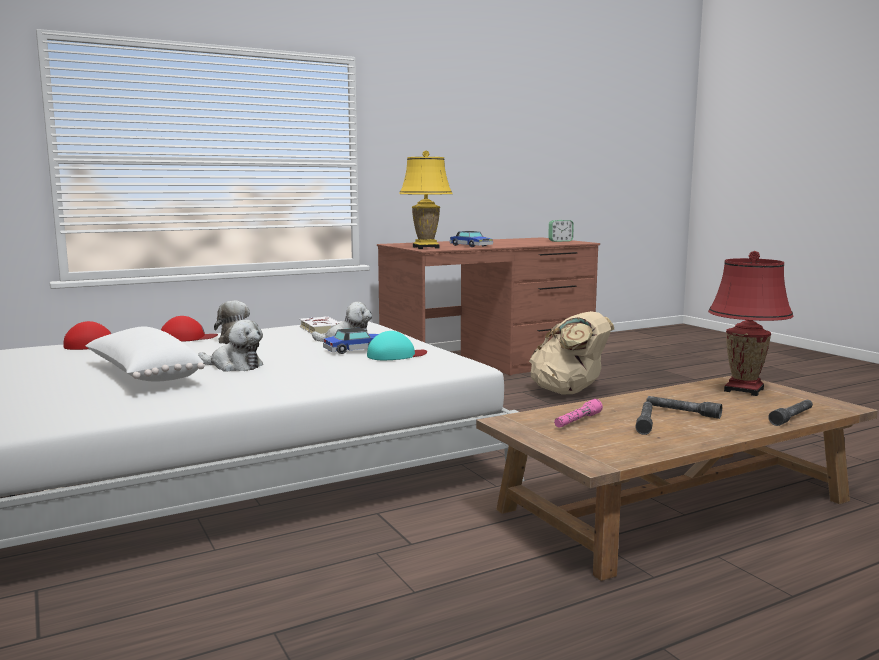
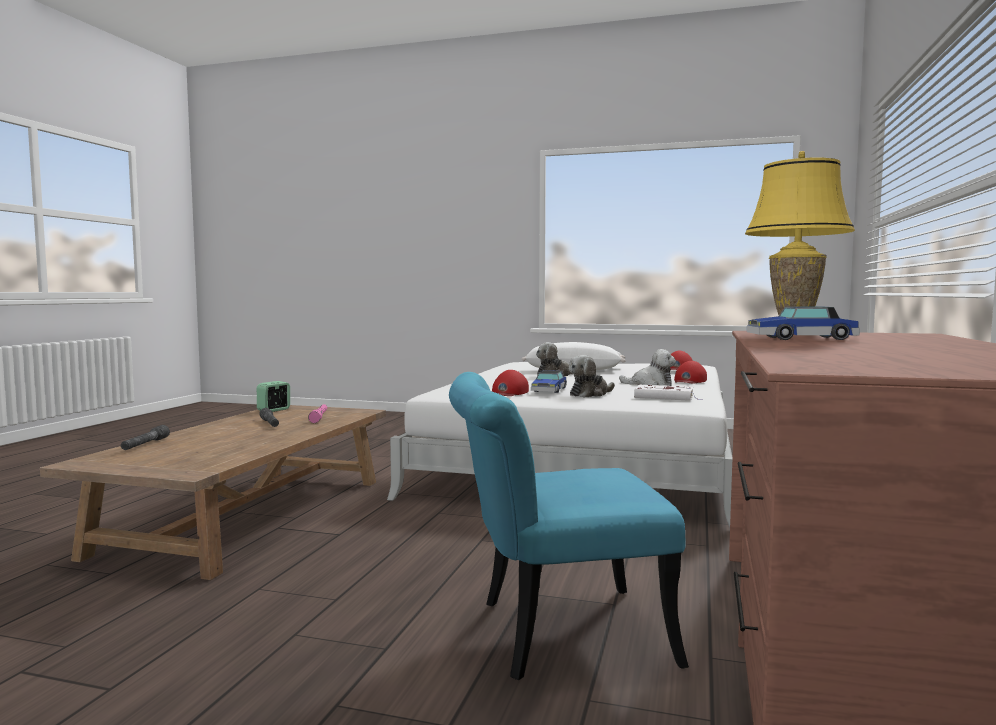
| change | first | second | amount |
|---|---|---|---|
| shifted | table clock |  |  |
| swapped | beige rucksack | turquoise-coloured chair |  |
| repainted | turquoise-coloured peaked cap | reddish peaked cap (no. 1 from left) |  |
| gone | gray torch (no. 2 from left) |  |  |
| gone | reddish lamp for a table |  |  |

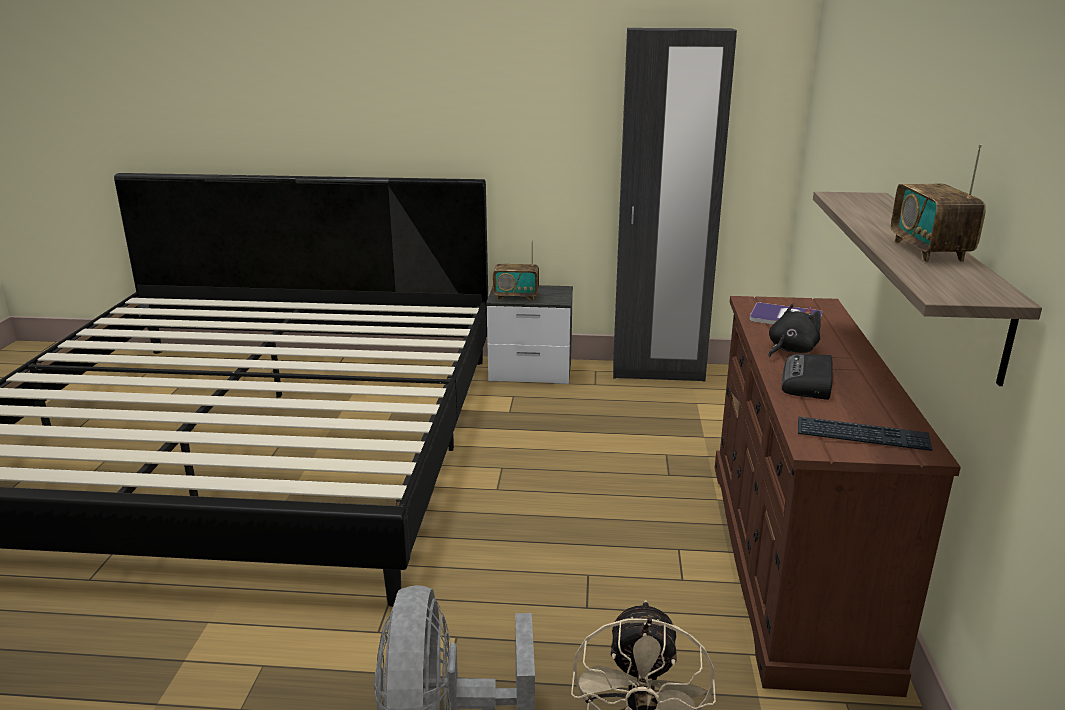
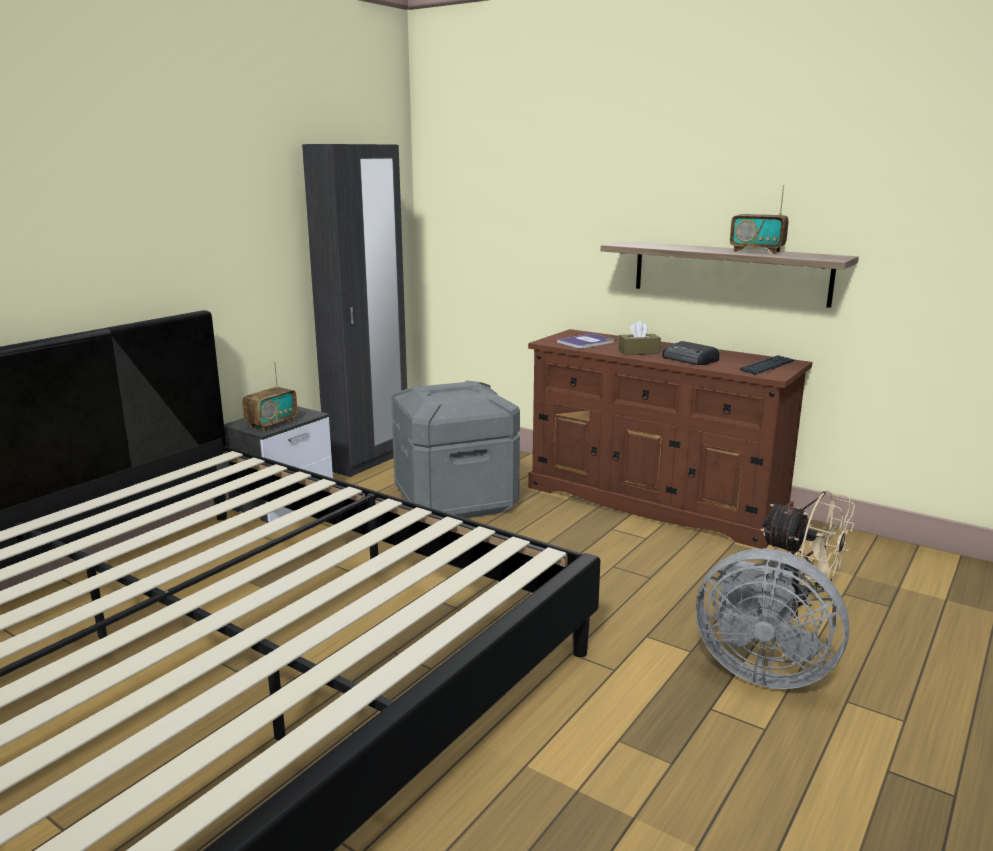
| change | first | second | amount |
|---|---|---|---|
| new |  | gray storage bin |  |
| swapped | blackish plush toy | brown-coloured box of tissues |  |

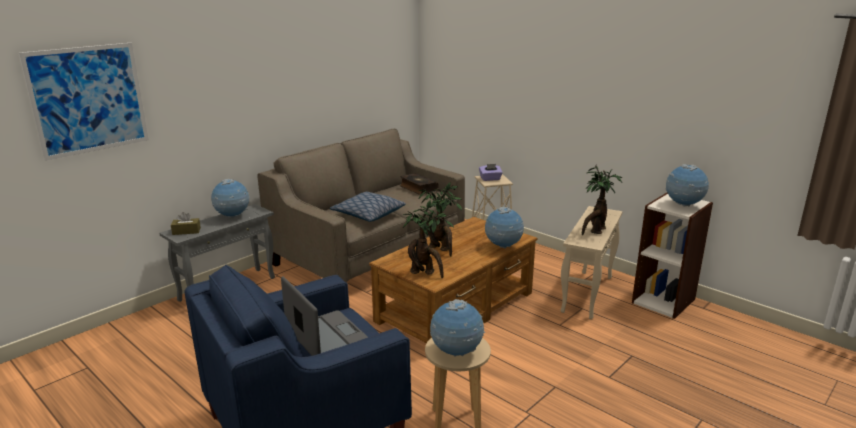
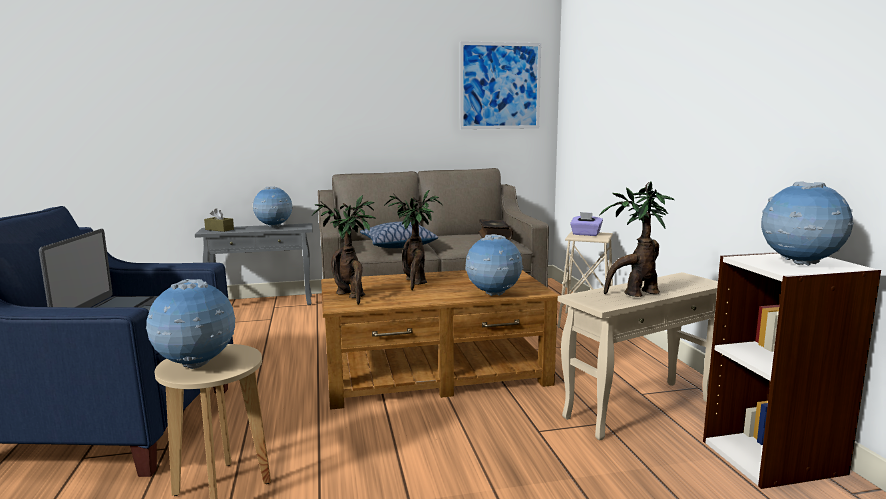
| change | first | second | amount |
|---|---|---|---|
| shifted | wall picture |  |  |

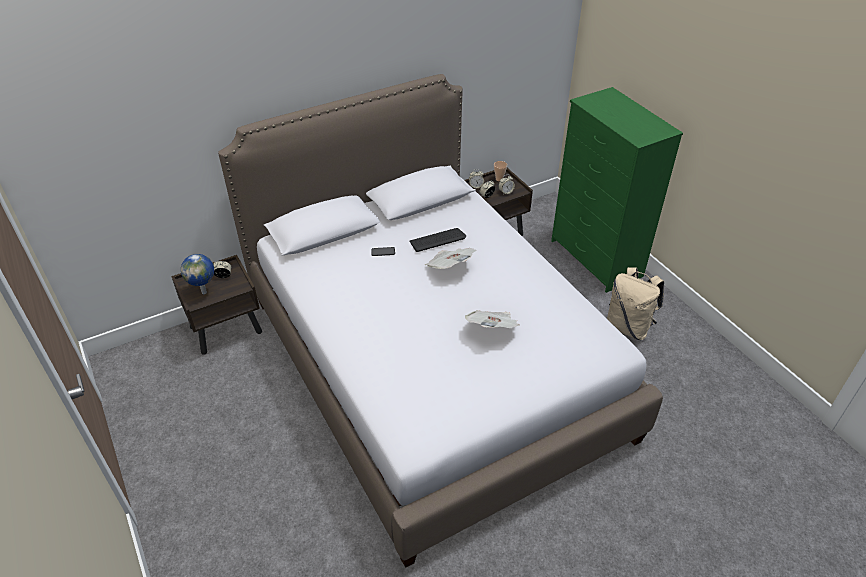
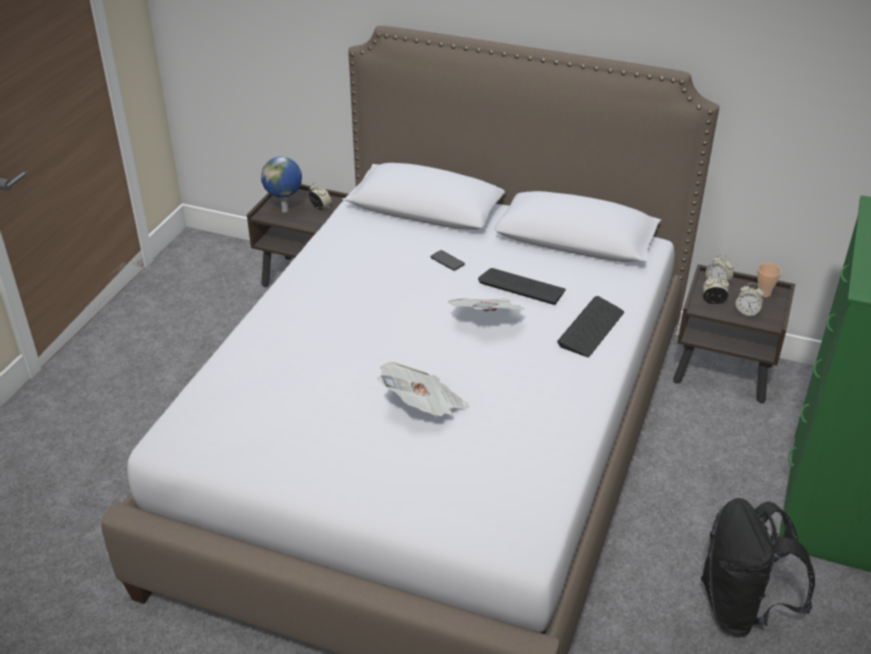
| change | first | second | amount |
|---|---|---|---|
| new |  | PC keyboard (no. 2 from left) |  |
| repainted | beige rucksack | blackish rucksack |  |

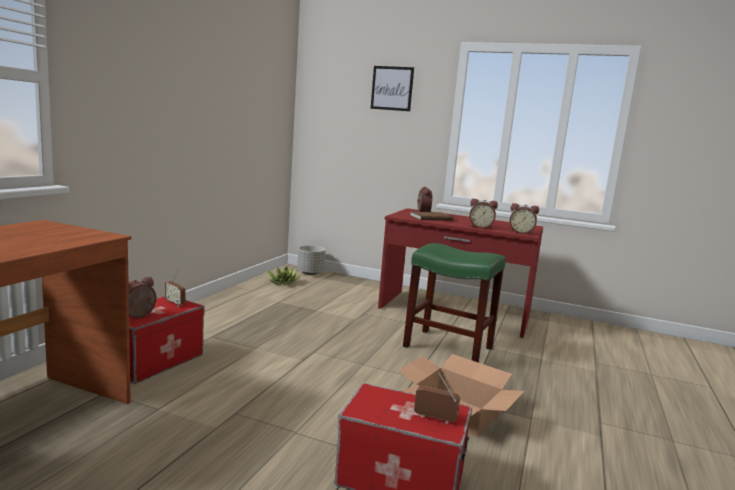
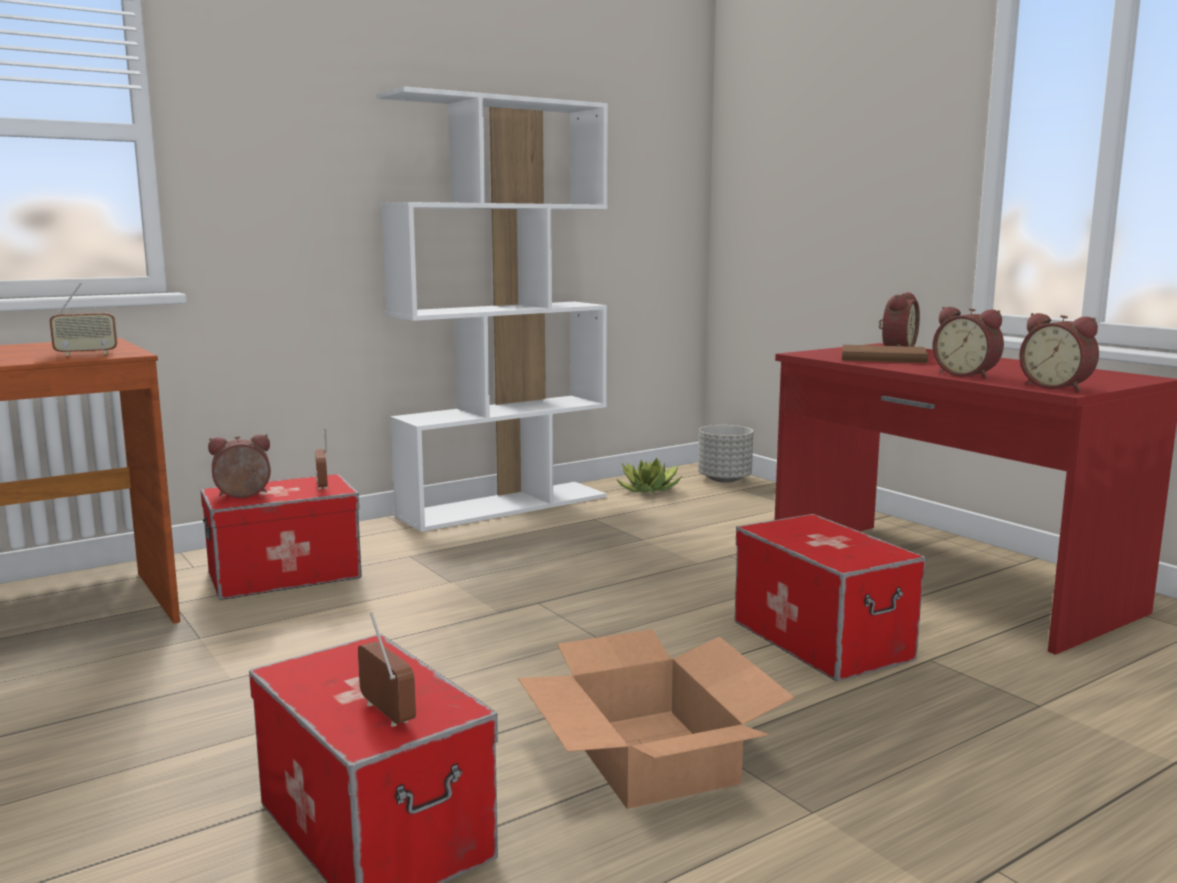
| change | first | second | amount |
|---|---|---|---|
| new |  | radio (no. 1 from left) |  |
| new |  | whitish shelving unit |  |
| swapped | green sitting stool | storage bin (no. 3 from left) |  |
| gone | wall picture |  |  |

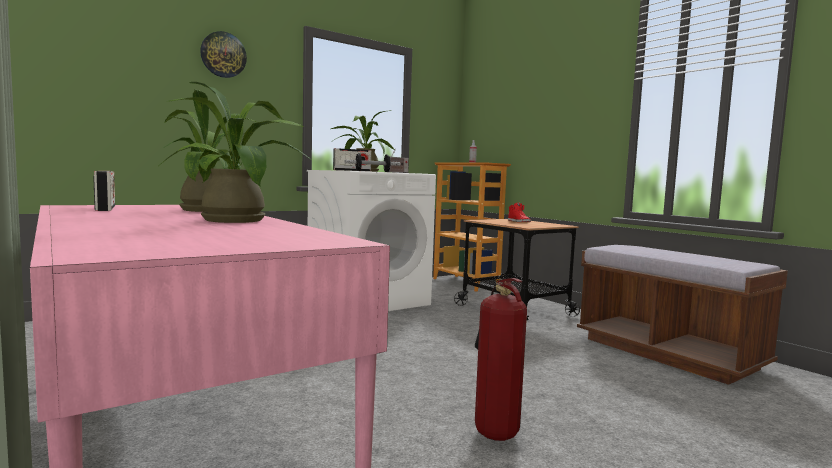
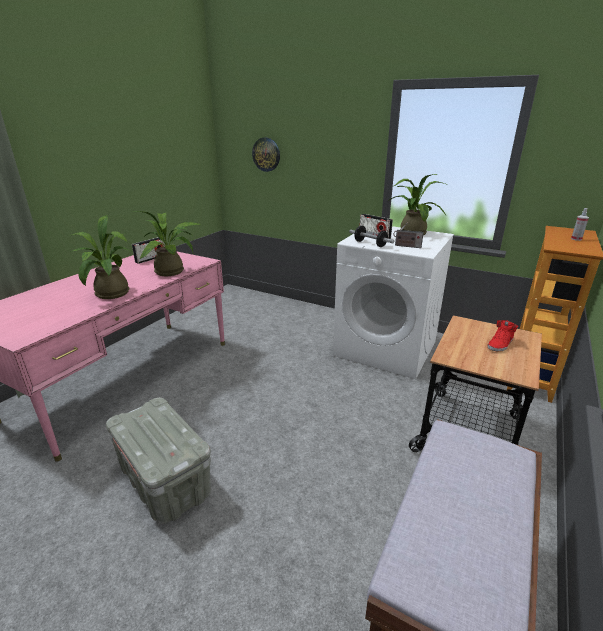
| change | first | second | amount |
|---|---|---|---|
| swapped | fire-fighting cylinder | gray storage bin |  |
| shifted | clock on the wall |  |  |

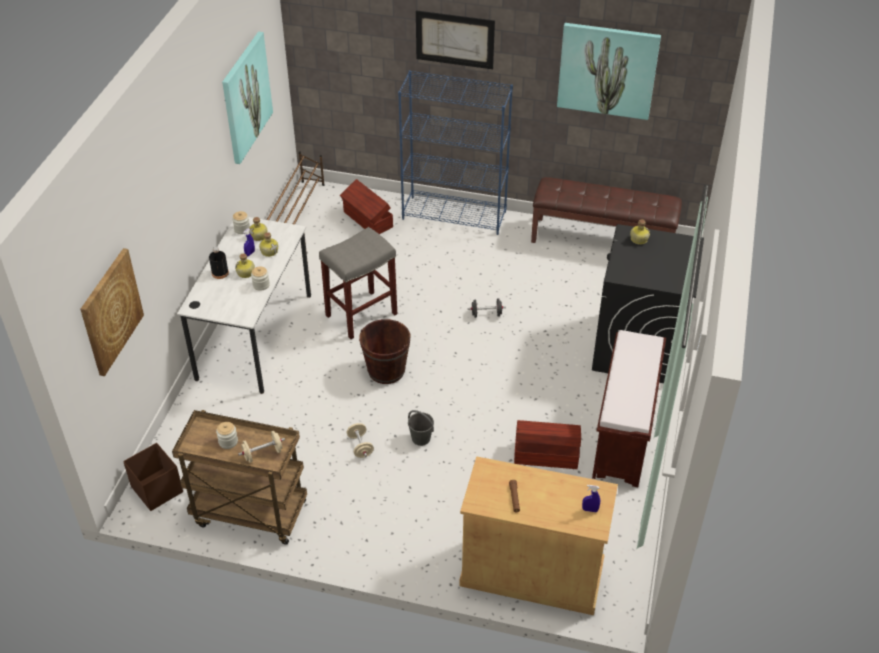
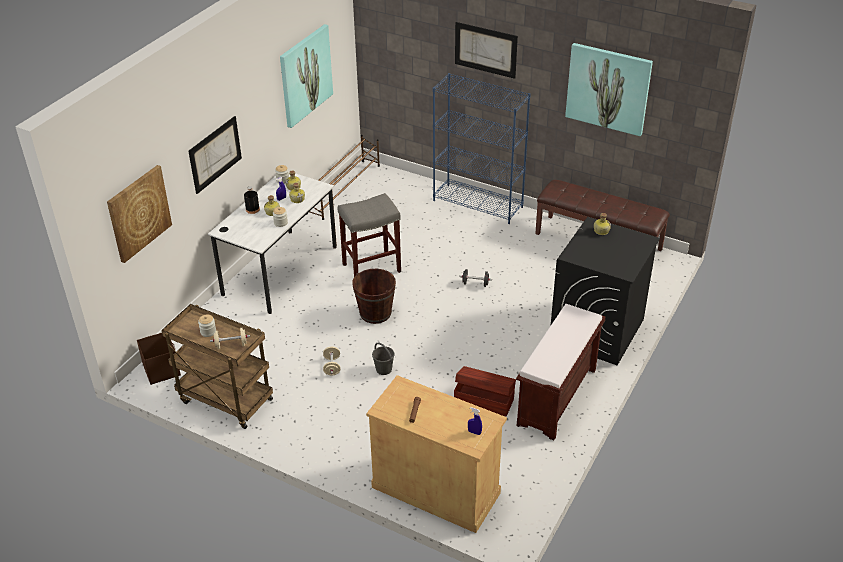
| change | first | second | amount |
|---|---|---|---|
| new |  | wall picture (no. 2 from left) |  |
| gone | brown-coloured storage bin (no. 2 from left) |  |  |

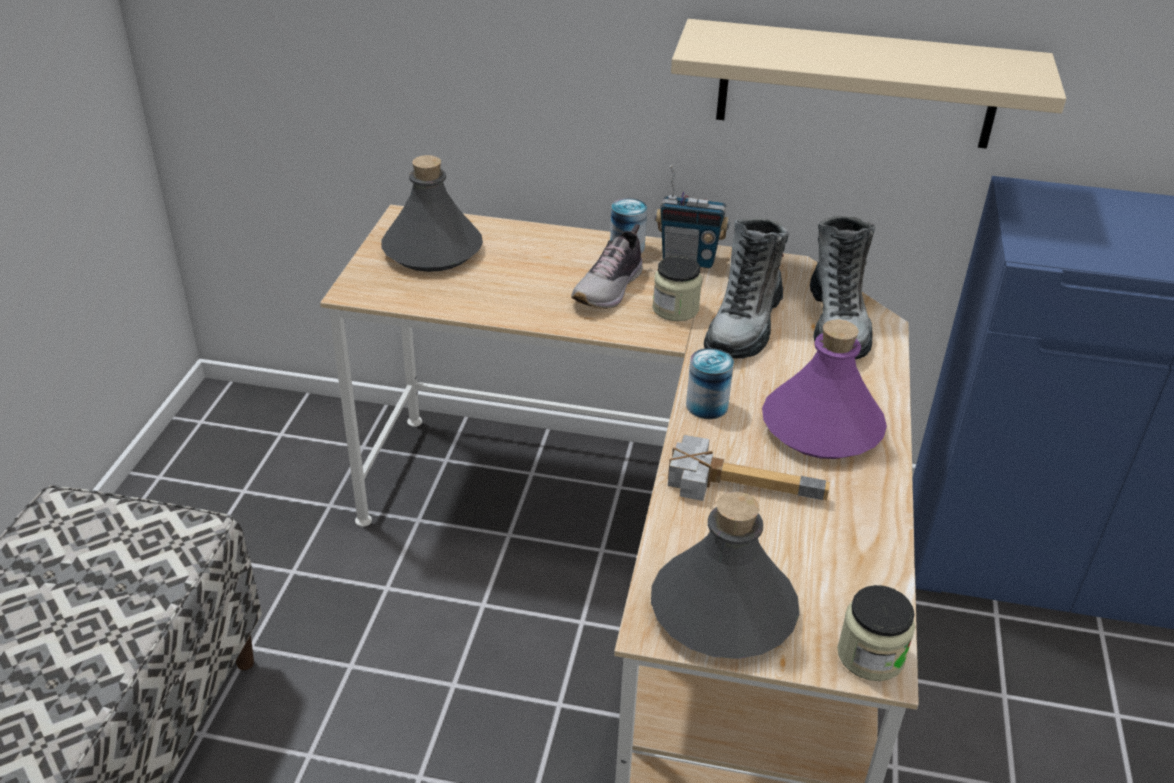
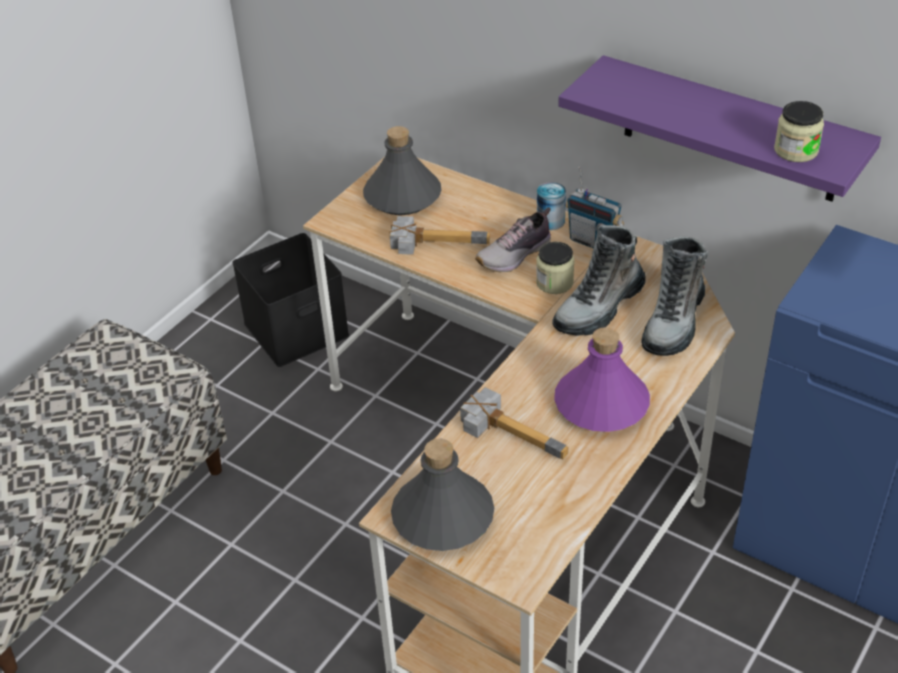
| change | first | second | amount |
|---|---|---|---|
| new |  | blackish storage bin |  |
| new |  | tool hammer (no. 1 from left) |  |
| repainted | beige bracket shelf | purplish bracket shelf |  |
| shifted | preserve jar (no. 2 from left) |  |  |
| gone | metal can (no. 2 from left) |  |  |

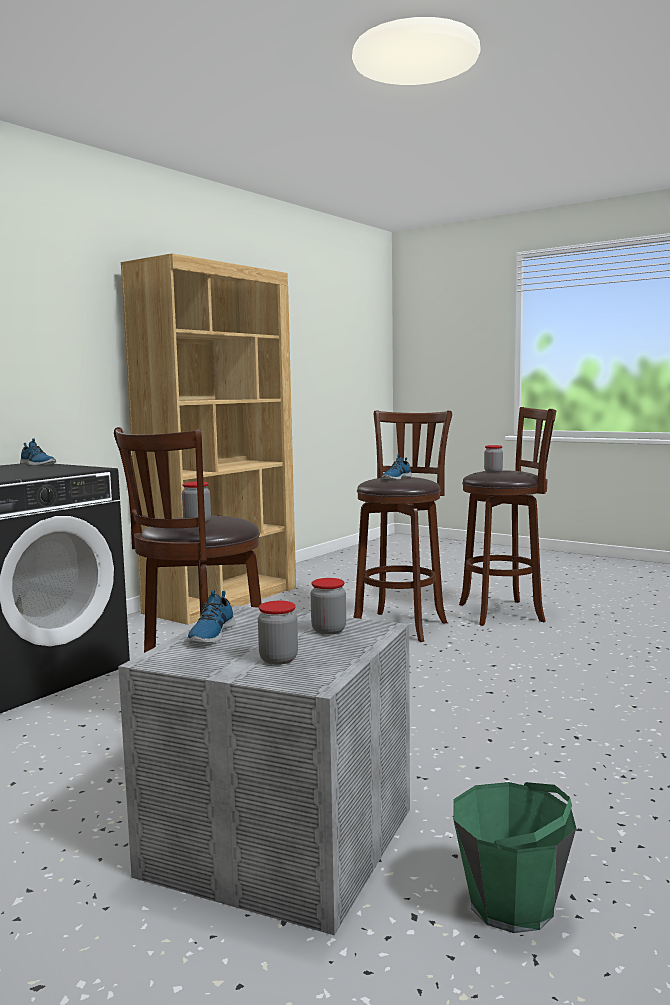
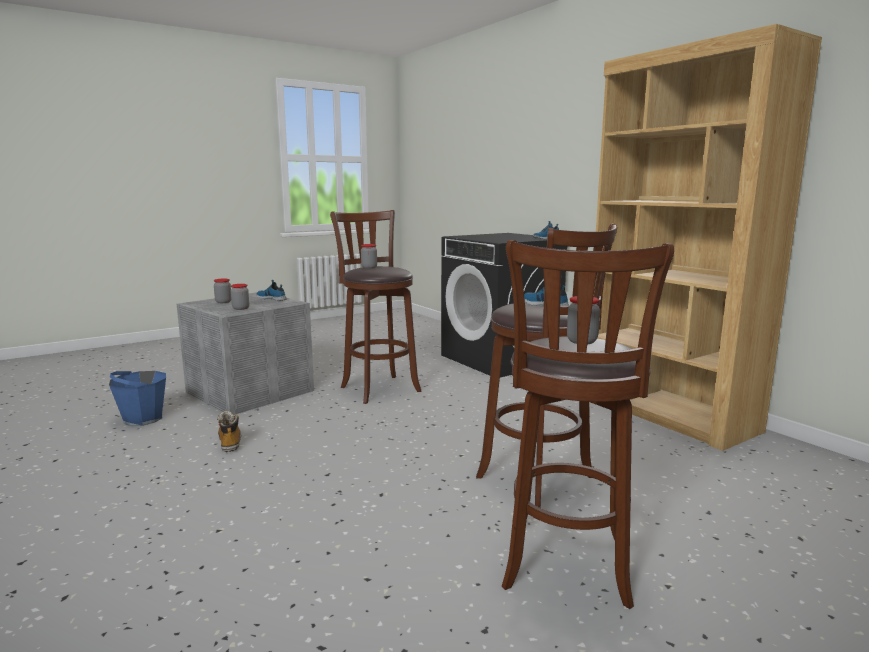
| change | first | second | amount |
|---|---|---|---|
| repainted | green bucket | bluish bucket |  |
| new |  | tall boot |  |

